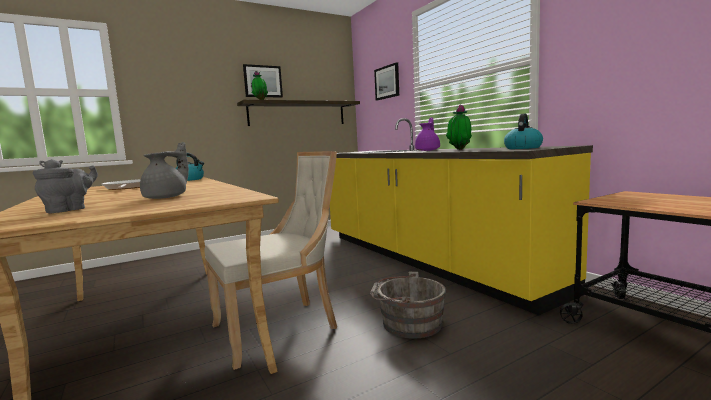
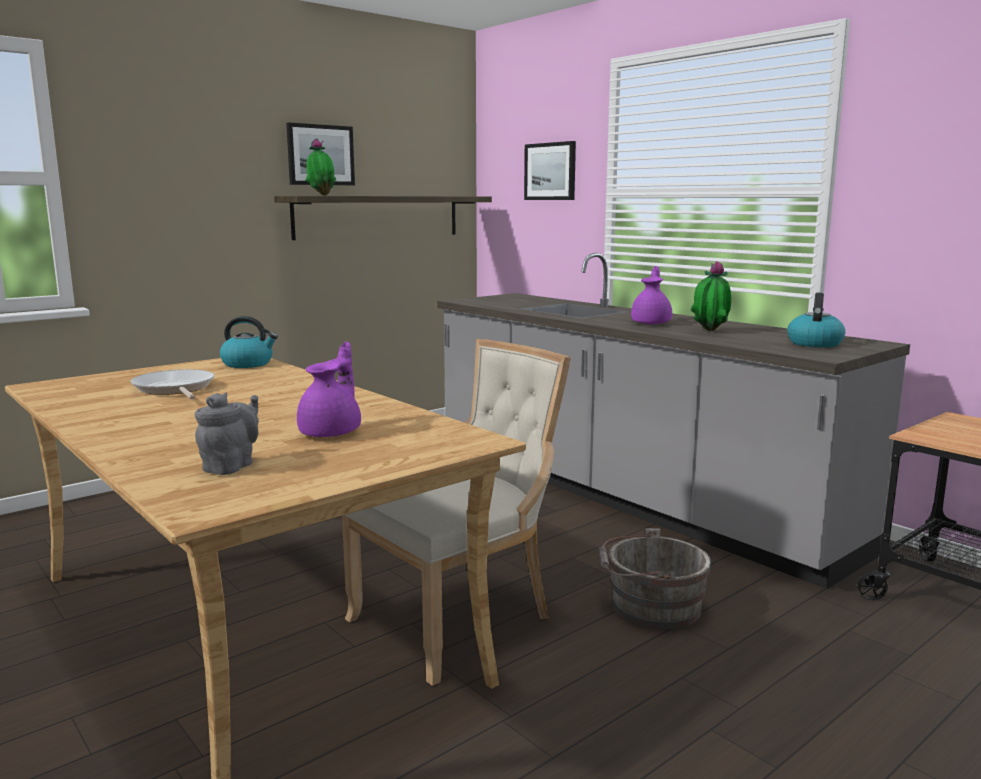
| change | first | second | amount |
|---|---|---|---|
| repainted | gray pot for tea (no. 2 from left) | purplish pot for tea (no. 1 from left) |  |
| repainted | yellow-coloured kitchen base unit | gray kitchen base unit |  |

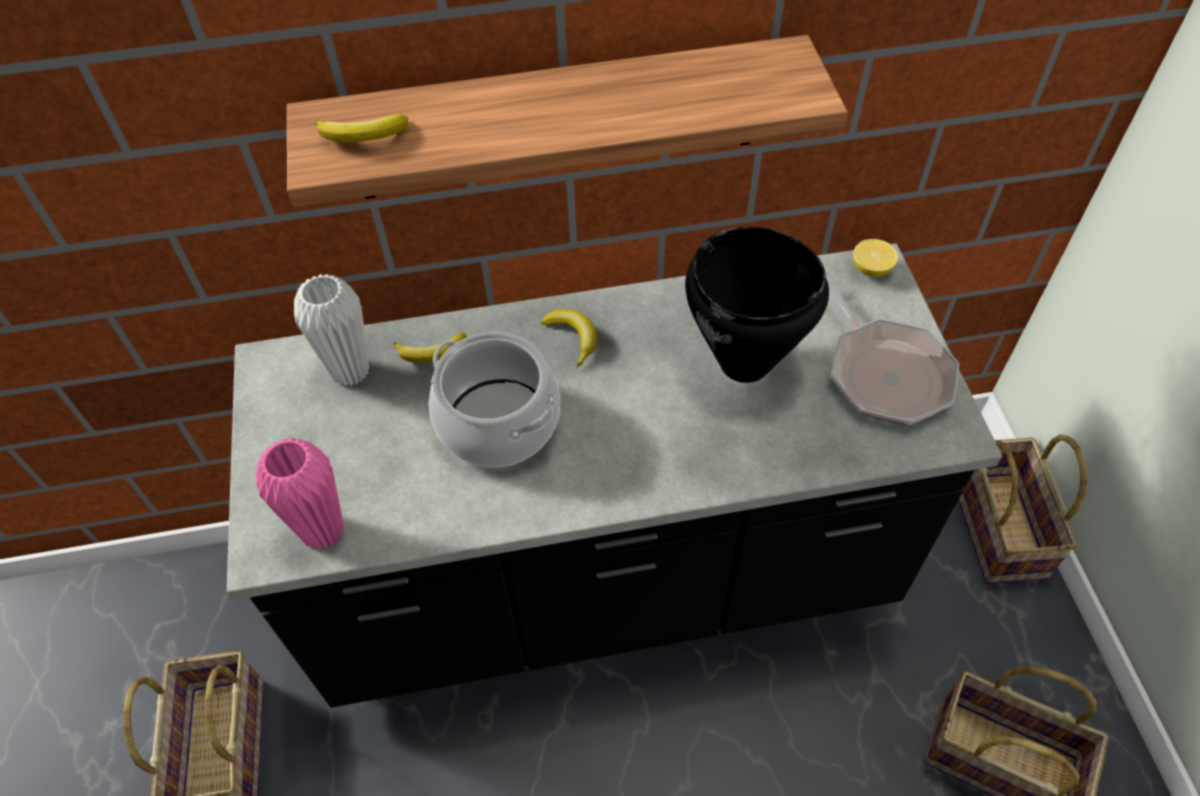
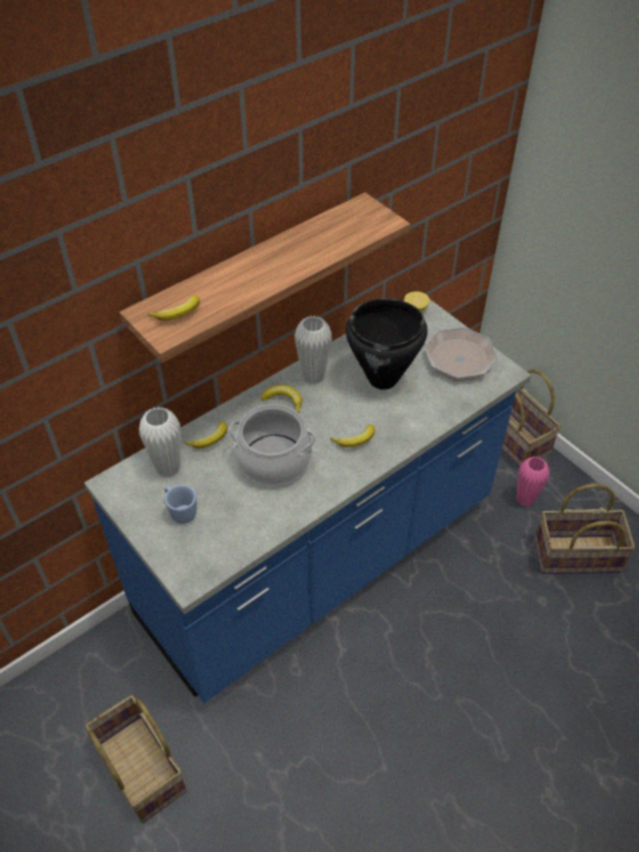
| change | first | second | amount |
|---|---|---|---|
| repainted | blackish kitchen base unit | bluish kitchen base unit |  |
| new |  | bluish mug |  |
| new |  | whitish decorative vase (no. 2 from left) |  |
| new |  | whole banana (no. 4 from left) |  |
| shifted | pinkish decorative vase |  |  |

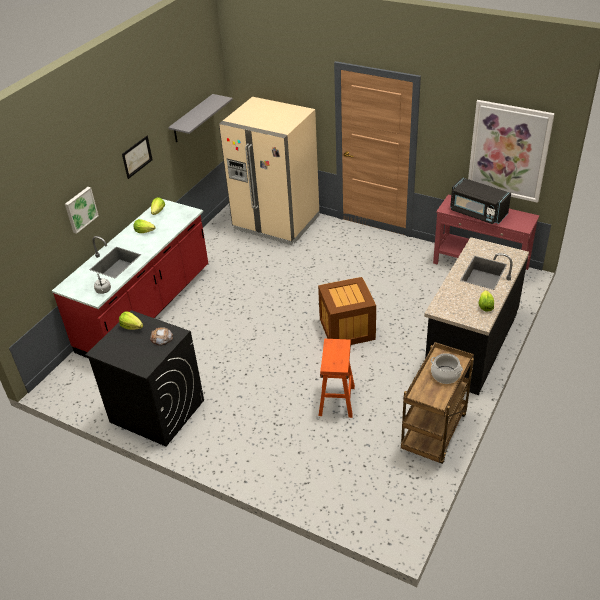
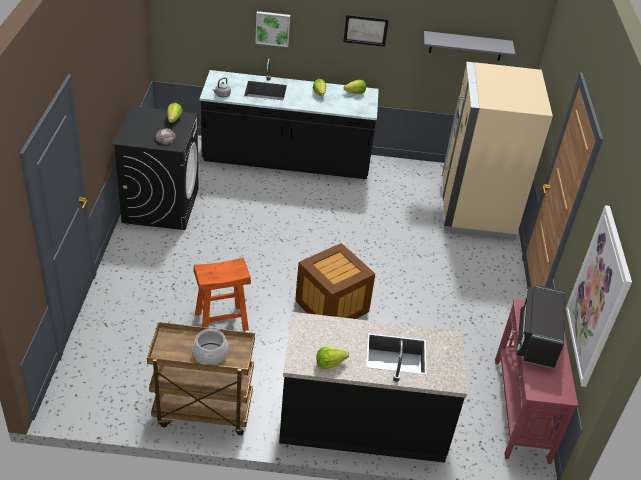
| change | first | second | amount |
|---|---|---|---|
| repainted | reddish kitchen base unit | blackish kitchen base unit (no. 1 from left) |  |

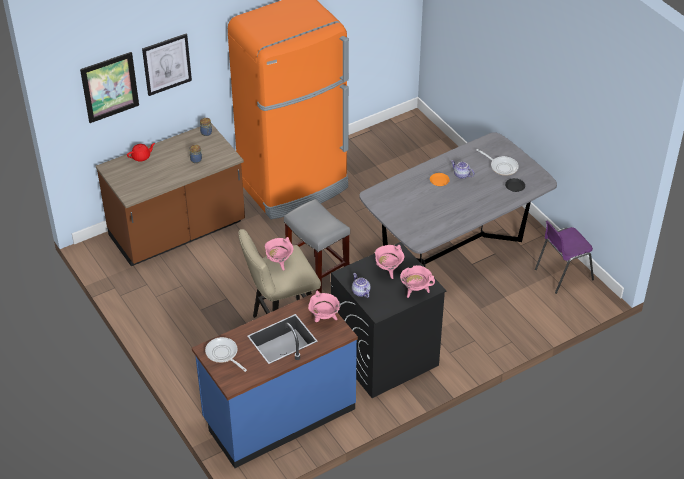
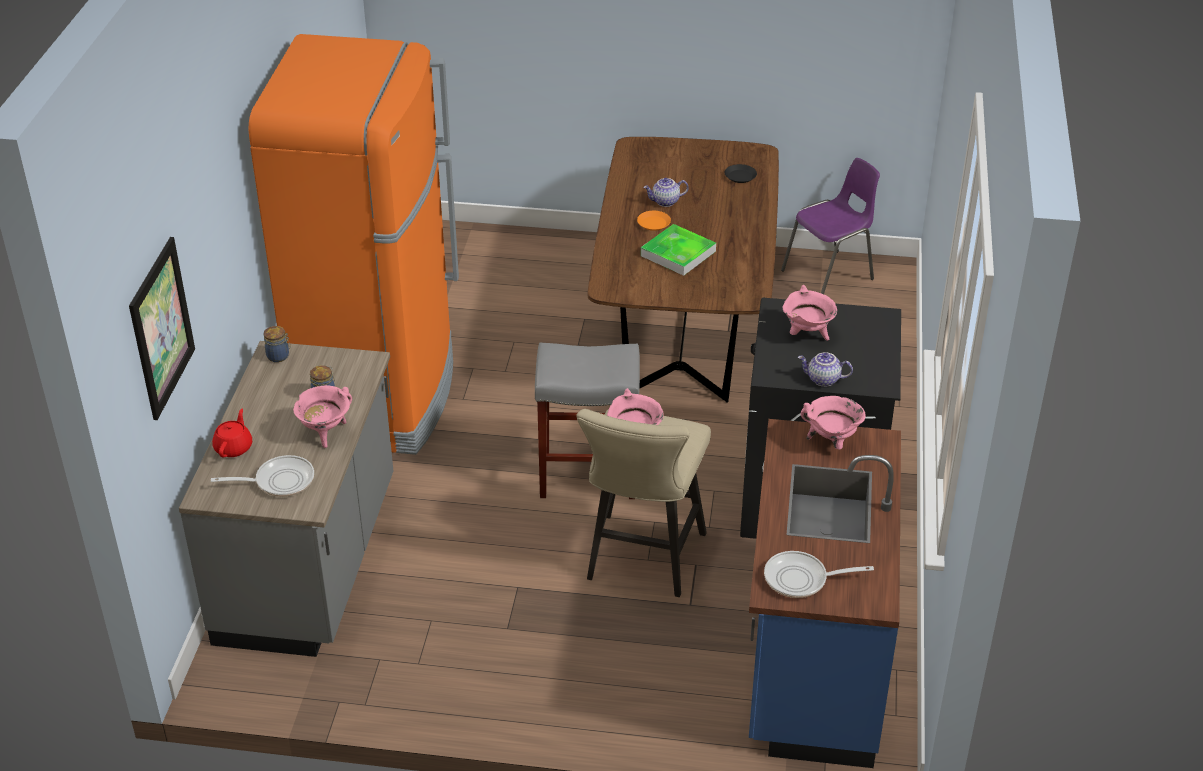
| change | first | second | amount |
|---|---|---|---|
| repainted | brown-coloured kitchen base unit | gray kitchen base unit |  |
| shifted | skillet (no. 2 from left in the first image) | skillet (no. 1 from left) |  |
| shifted | pinkish saucepot (no. 4 from left in the first image) | pinkish saucepot (no. 1 from left) |  |
| repainted | gray dining table | brown-coloured dining table |  |
| new |  | carrying tray |  |
| rotated | purplish chair |  | 135 degrees counterclockwise |
| gone | wall picture (no. 2 from left) |  |  |

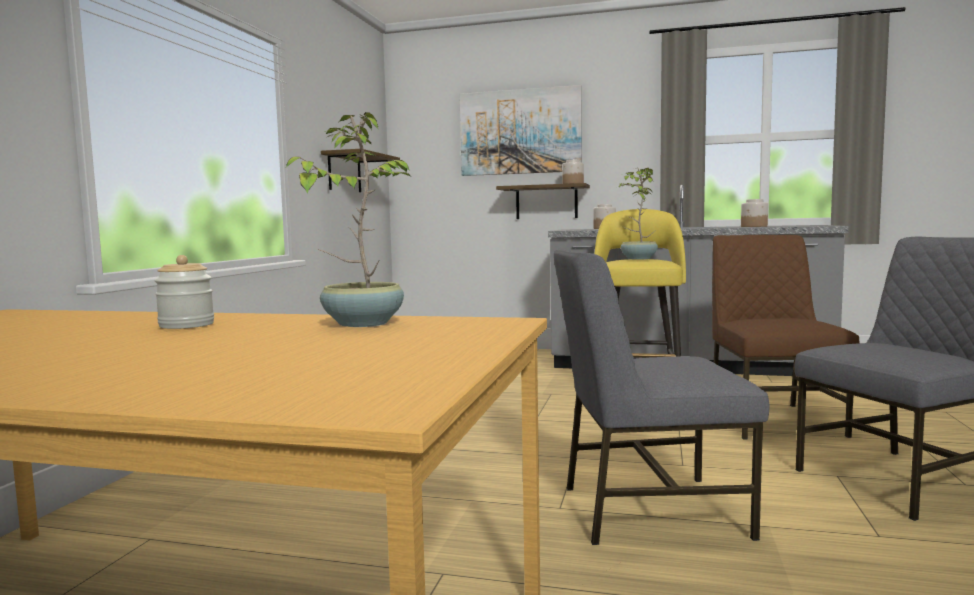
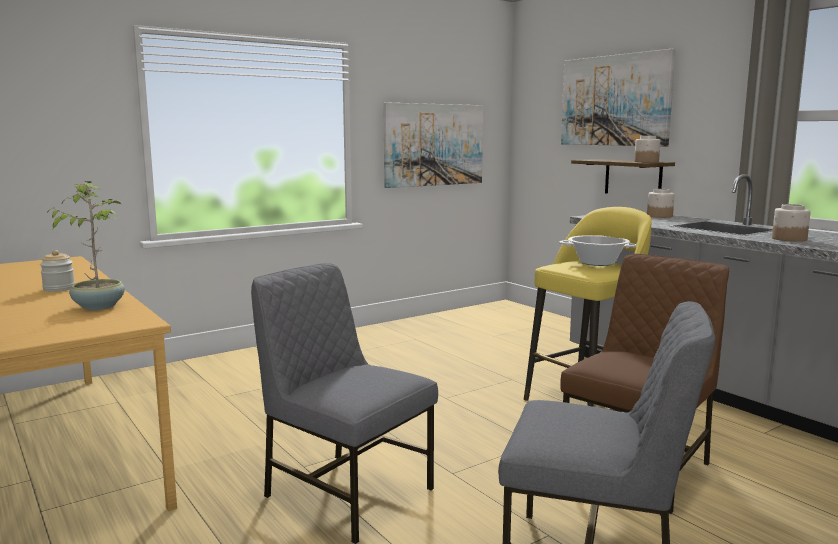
| change | first | second | amount |
|---|---|---|---|
| swapped | bracket shelf (no. 1 from left) | wall picture (no. 1 from left) |  |
| swapped | houseplant (no. 2 from left) | saucepot |  |

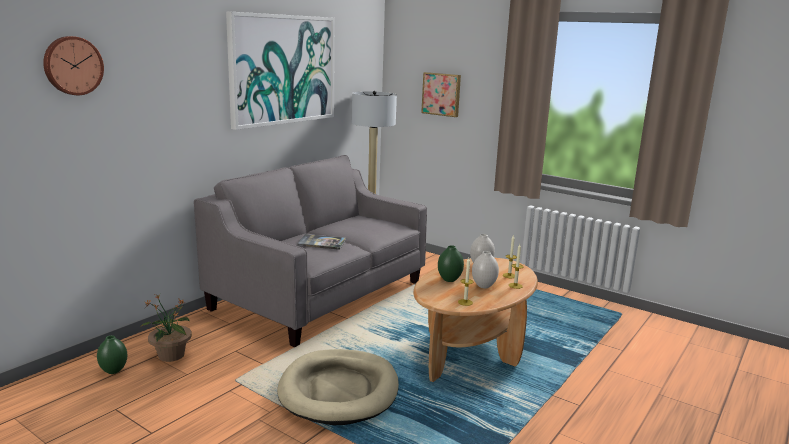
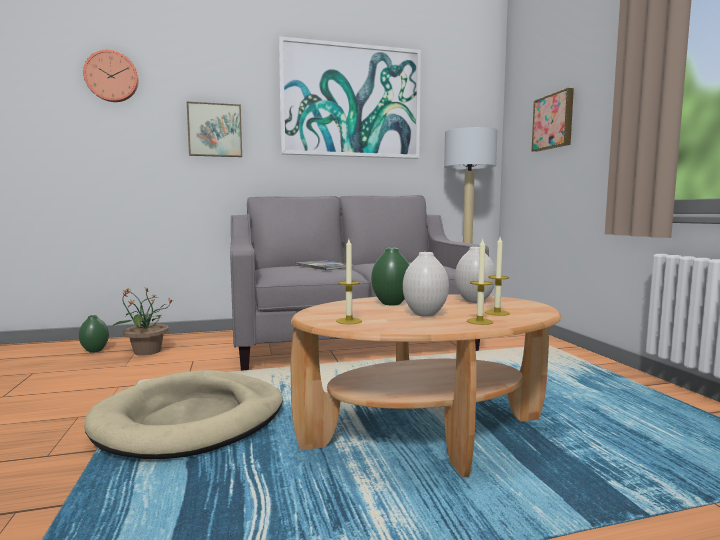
| change | first | second | amount |
|---|---|---|---|
| new |  | wall picture (no. 1 from left) |  |

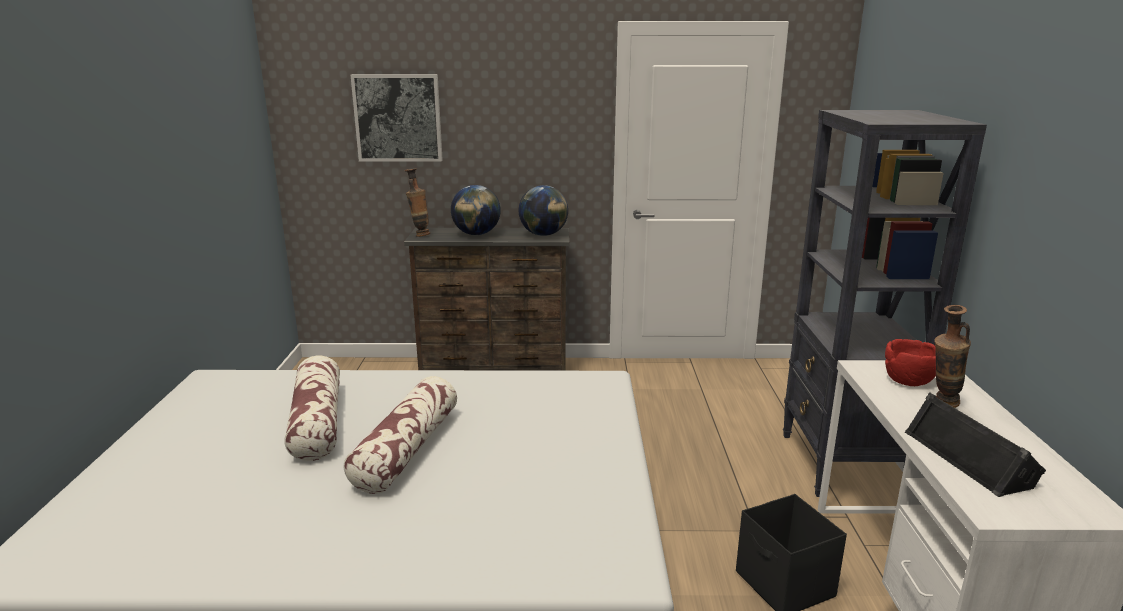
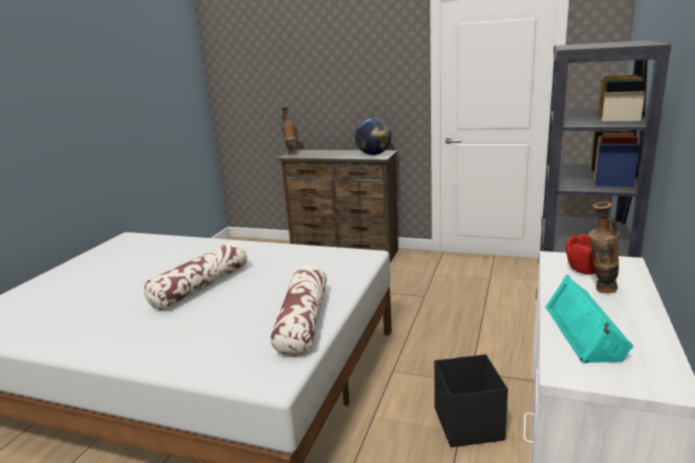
| change | first | second | amount |
|---|---|---|---|
| shifted | pillow (no. 1 from left in the first image) | pillow (no. 2 from left) |  |
| repainted | blackish speaker | turquoise-coloured speaker |  |
| gone | wall picture |  |  |
| gone | world globe (no. 1 from left) |  |  |

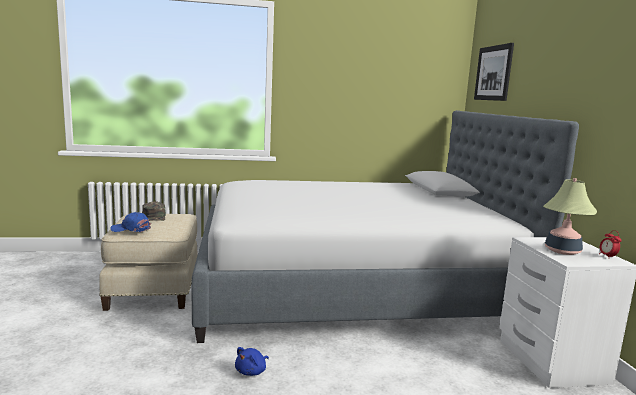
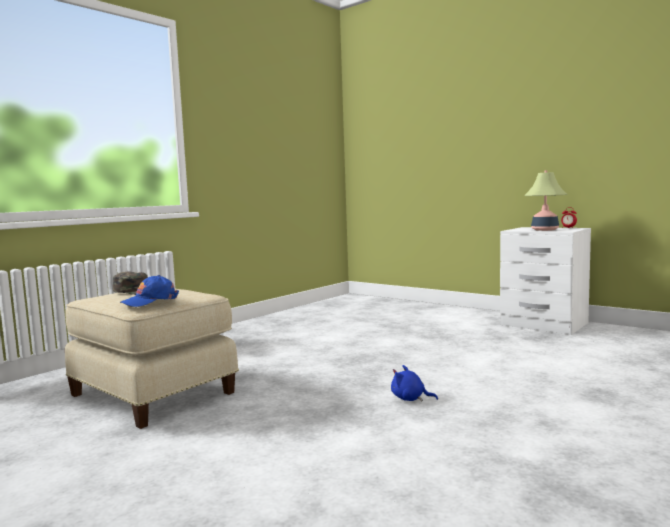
| change | first | second | amount |
|---|---|---|---|
| rotated | bluish plush toy |  | 120 degrees clockwise |
| gone | bedroom bed |  |  |
| gone | wall picture |  |  |

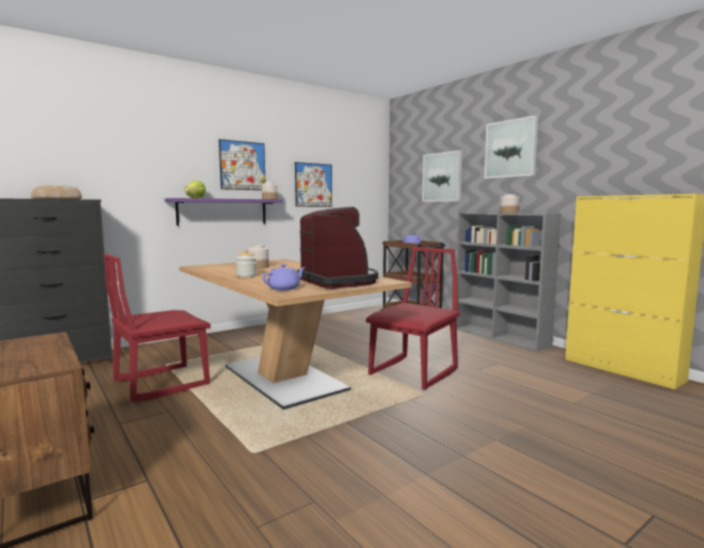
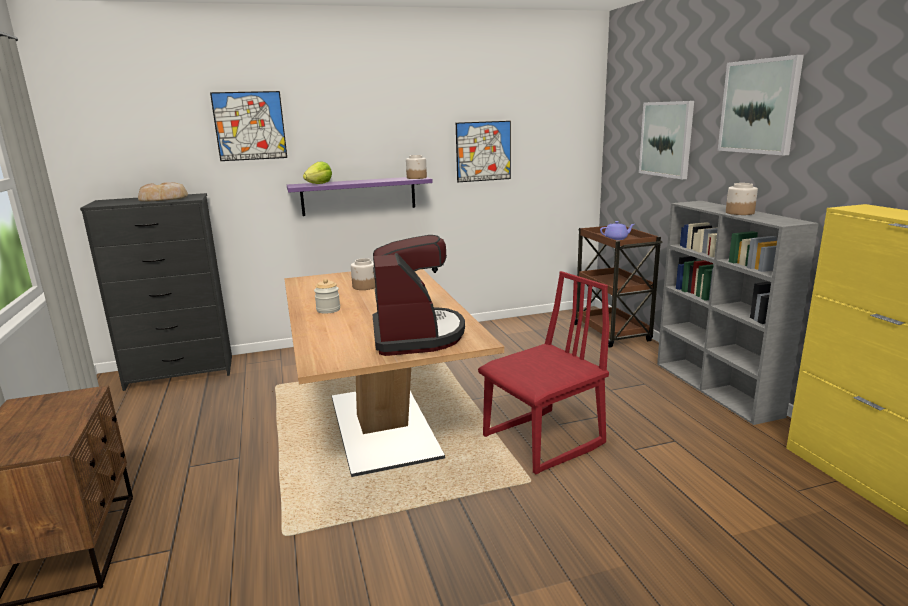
| change | first | second | amount |
|---|---|---|---|
| shifted | wall picture (no. 1 from left) |  |  |
| gone | reddish chair (no. 1 from left) |  |  |
| gone | purplish pot for tea (no. 1 from left) |  |  |

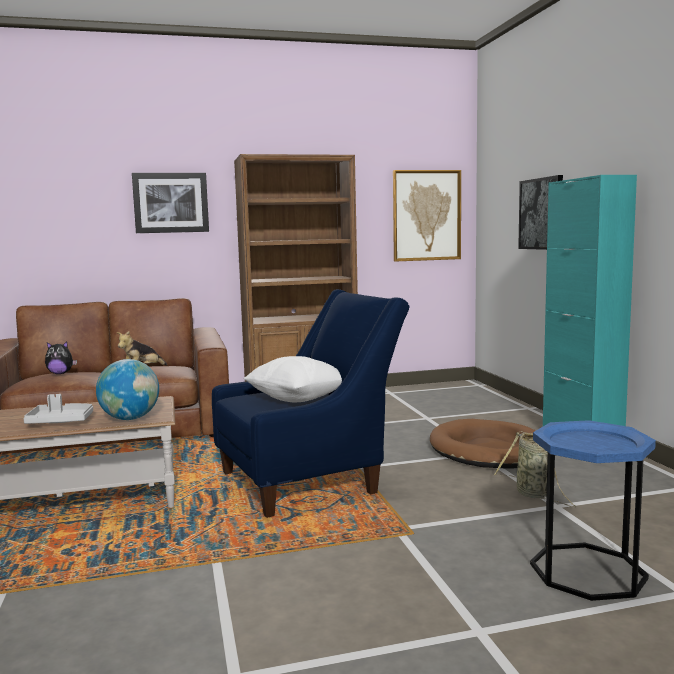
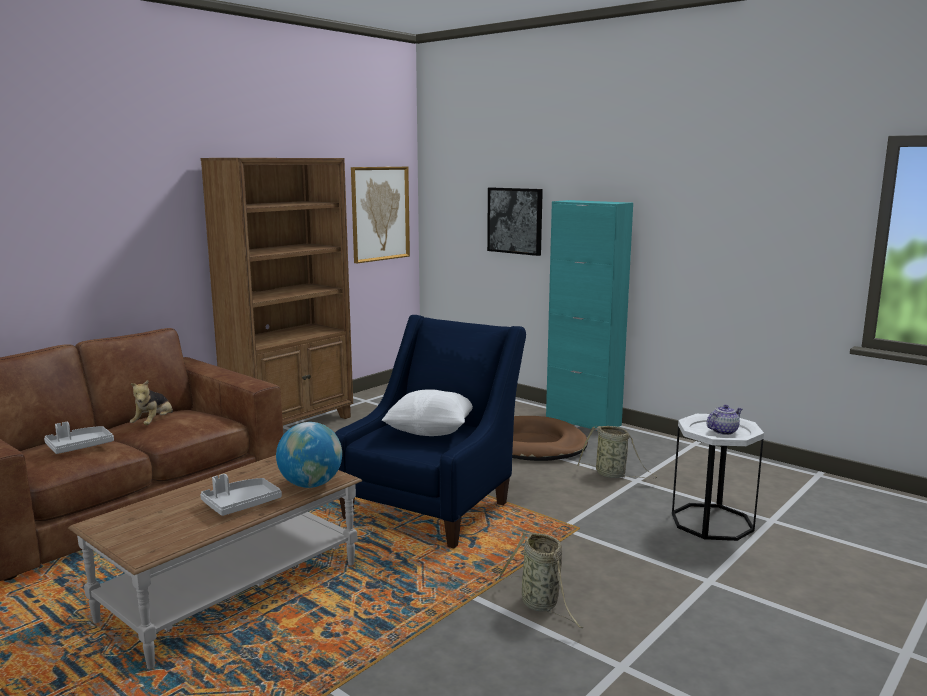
| change | first | second | amount |
|---|---|---|---|
| swapped | plush toy (no. 1 from left) | gray carrying tray (no. 1 from left) |  |
| new |  | household basket (no. 1 from left) |  |
| repainted | bluish accent table | whitish accent table |  |
| new |  | pot for tea |  |
| gone | wall picture (no. 1 from left) |  |  |

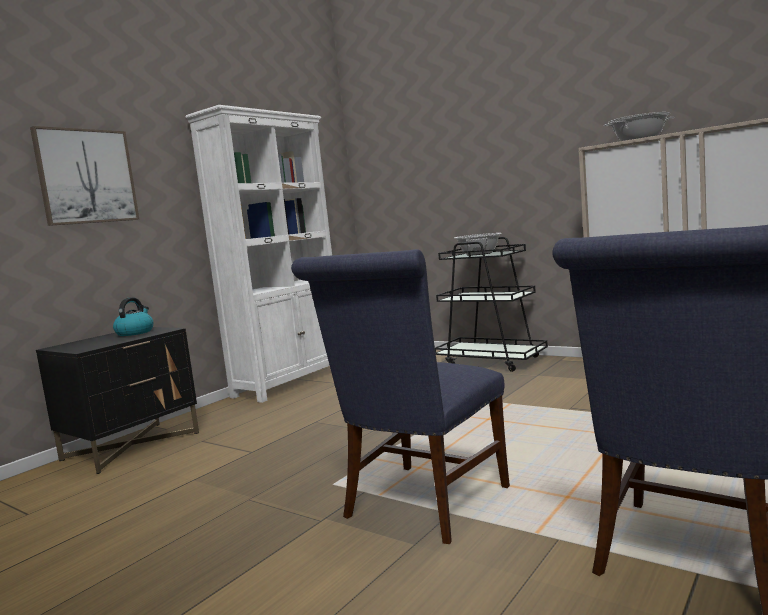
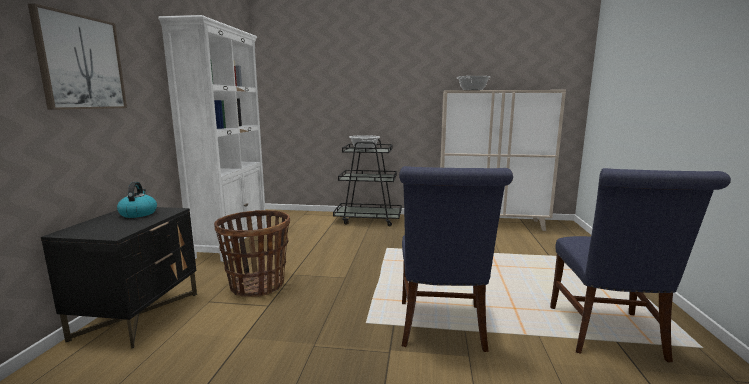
| change | first | second | amount |
|---|---|---|---|
| new |  | household basket |  |

